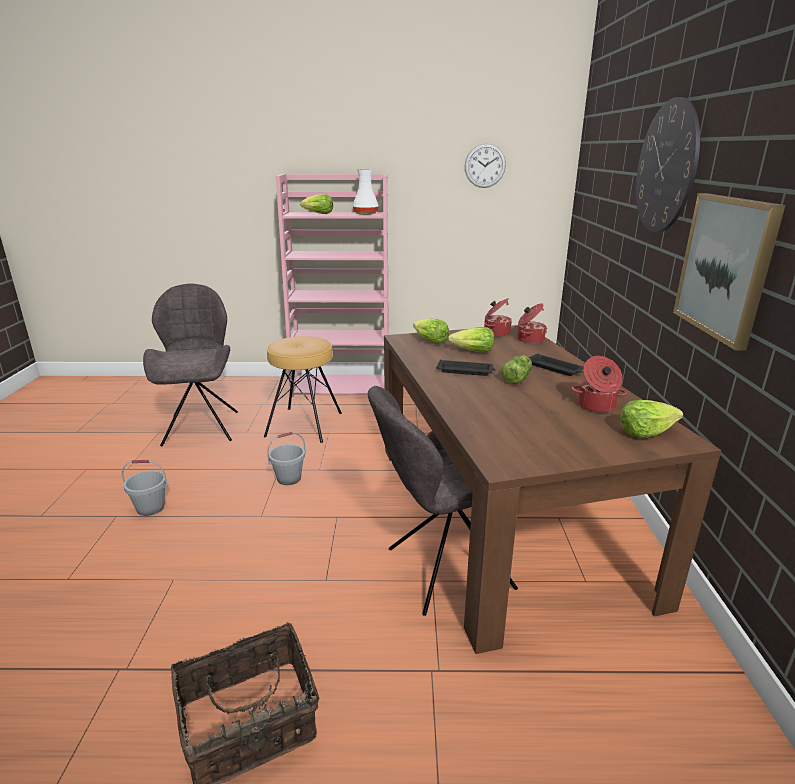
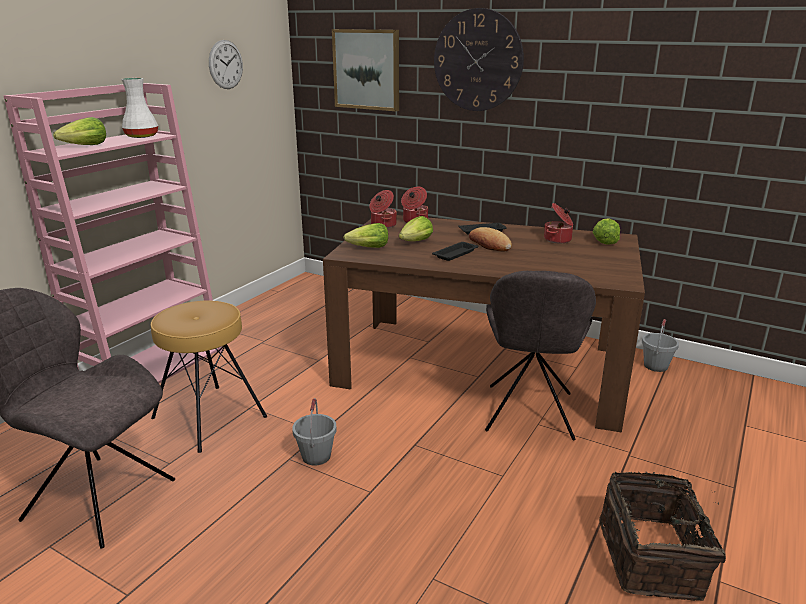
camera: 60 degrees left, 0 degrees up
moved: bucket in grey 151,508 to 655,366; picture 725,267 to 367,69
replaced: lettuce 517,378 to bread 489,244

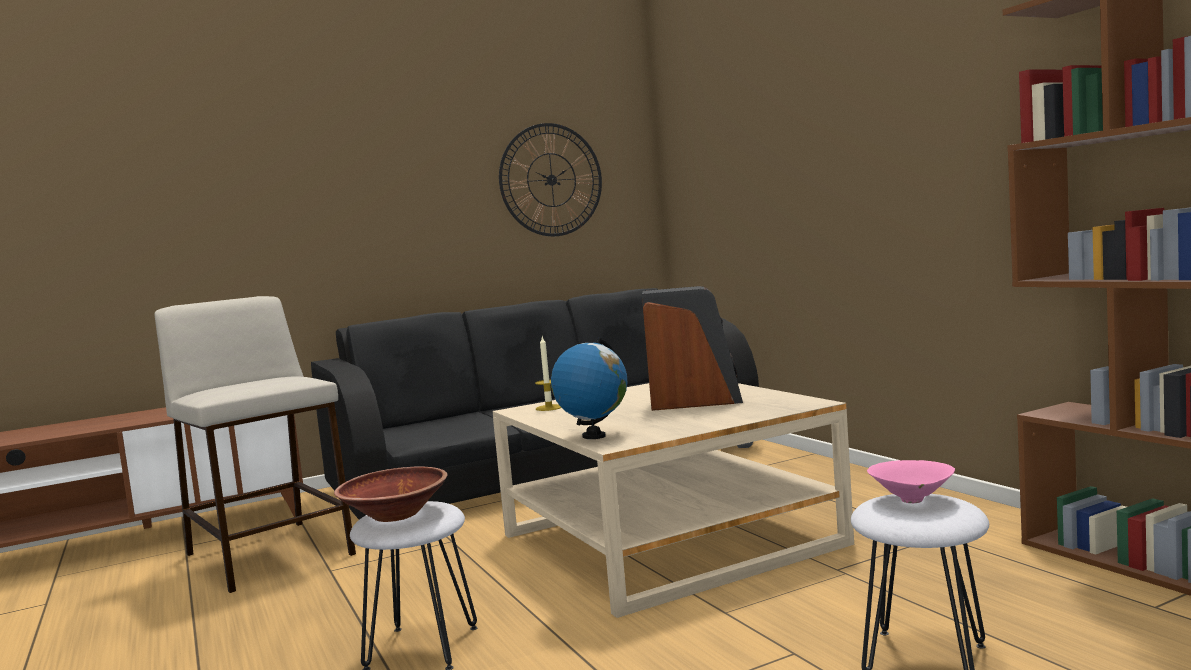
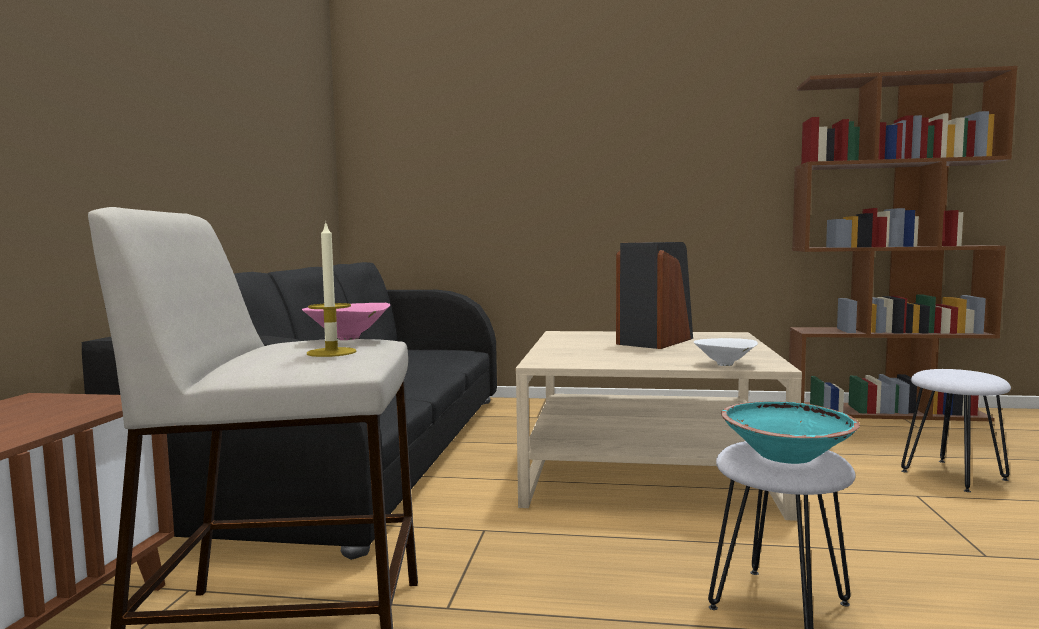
camera: 55 degrees left, 0 degrees up
removed: wall clock 551,180
moved: candle 549,408 to 331,352; bowl in pink 912,501 to 349,339
replaced: globe 593,436 to bowl in white 725,365
recoloured: bowl in brown 396,515 to bowl in turquoise 786,455

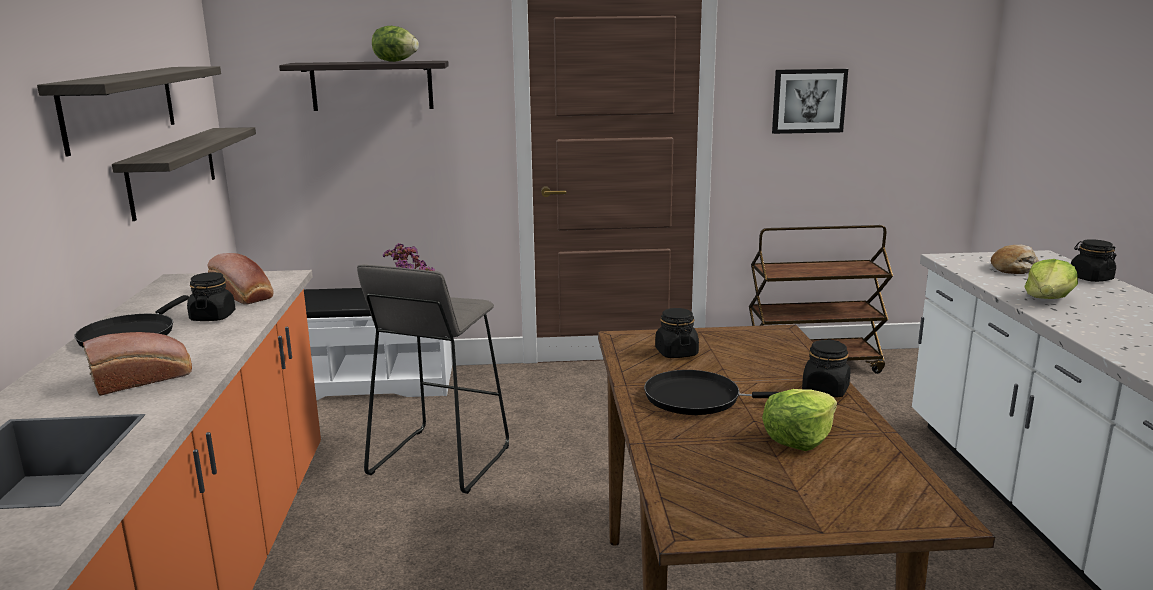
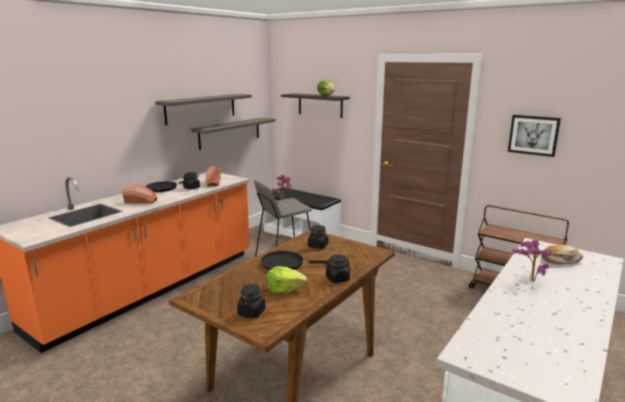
camera: 40 degrees right, 0 degrees up
moved: jar in black 1090,278 to 251,312
replaced: lettuce 1048,299 to potted plant 529,279
turned: frying pan in black 699,399 = 286,264 45 degrees counterclockwise

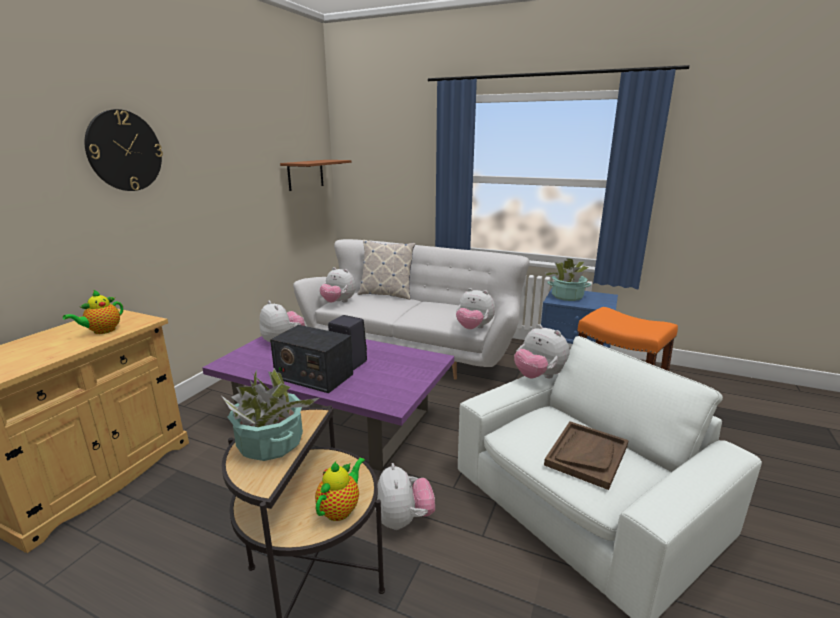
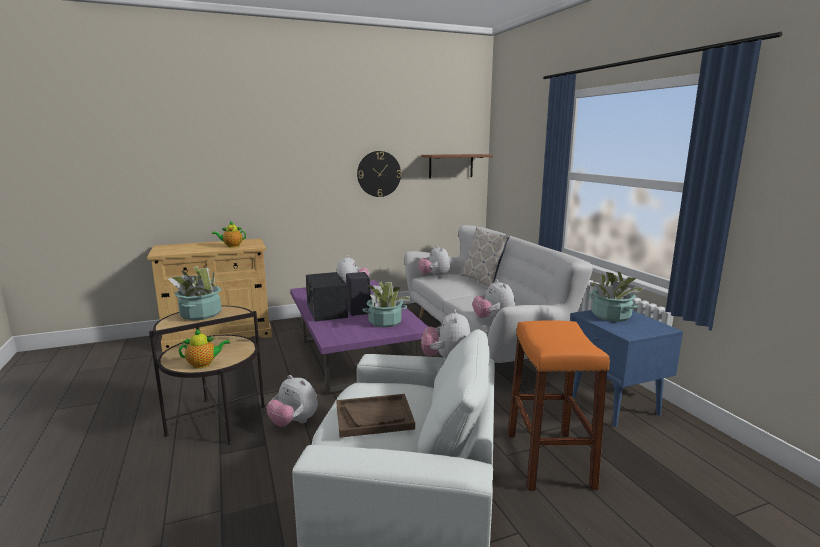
camera: 45 degrees right, 5 degrees down
added: potted plant 385,322
moved: wall clock 124,151 to 379,174
turned: plush toy 404,520 = 294,422 90 degrees clockwise

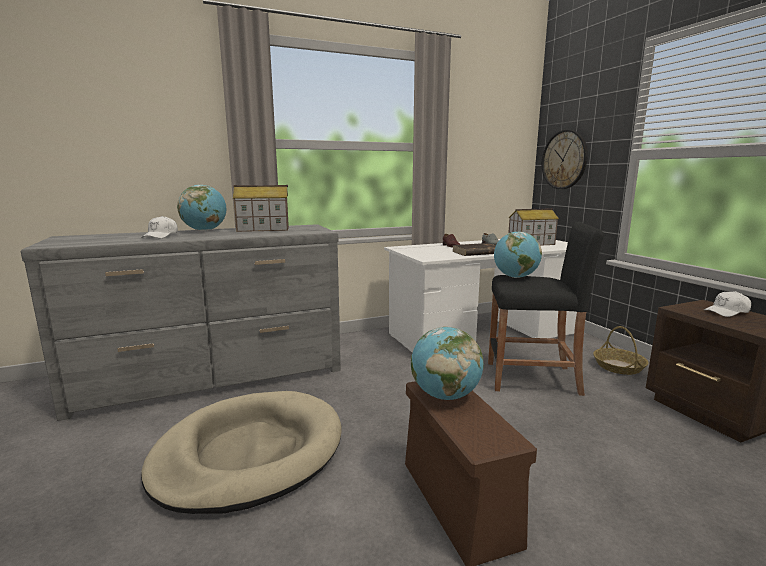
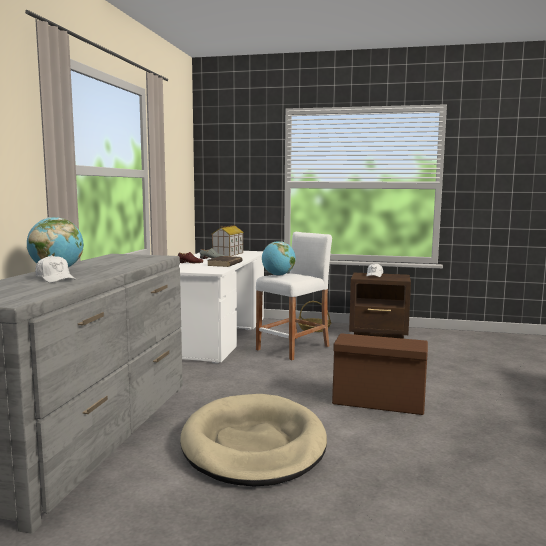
camera: 55 degrees left, 5 degrees down
removed: toy house 263,229; globe 445,396; wall clock 564,160
recoloured: stool in black 532,378 to stool in white 293,348

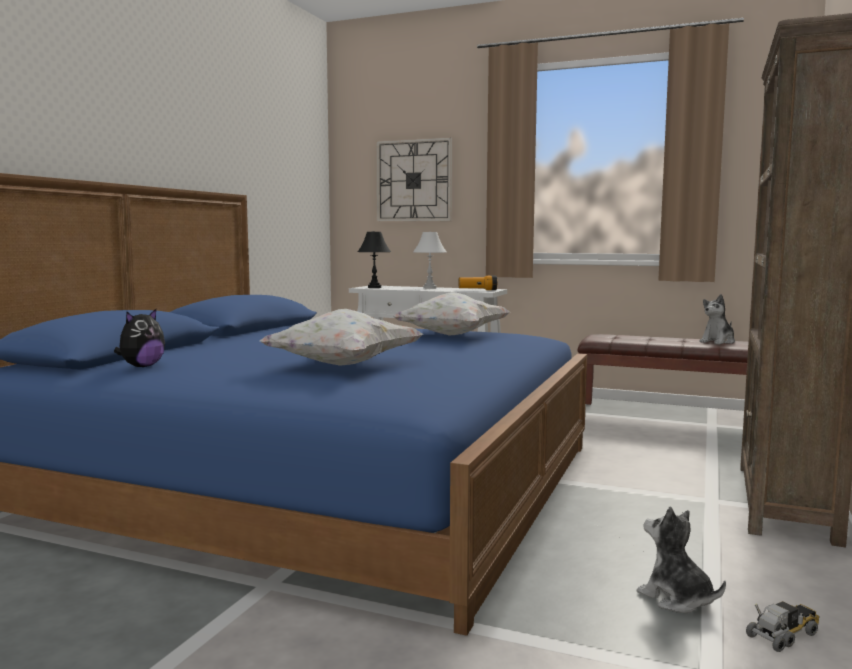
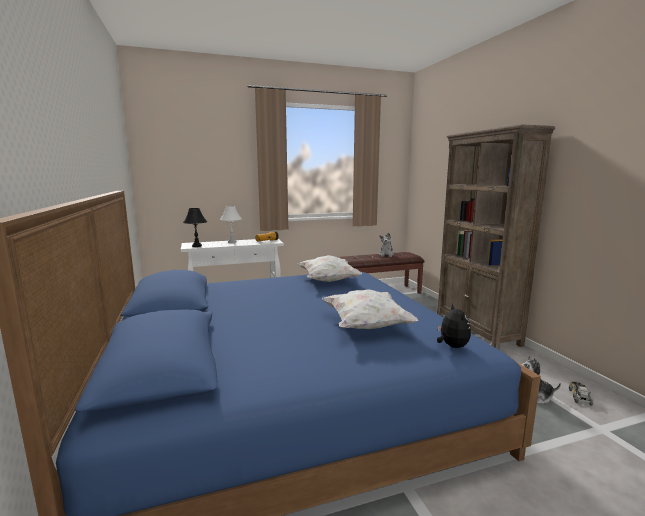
camera: 40 degrees left, 5 degrees up
removed: wall clock 414,180
moved: plush toy 142,366 to 452,346

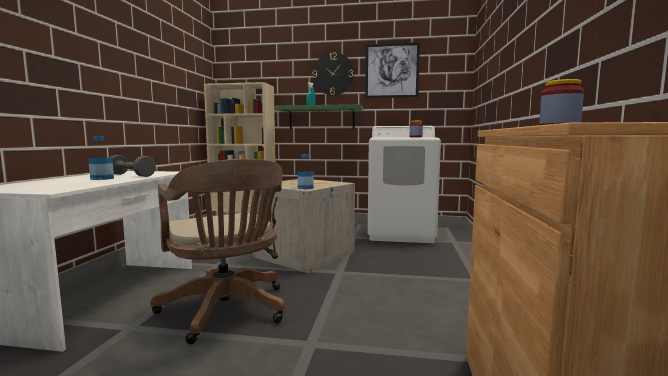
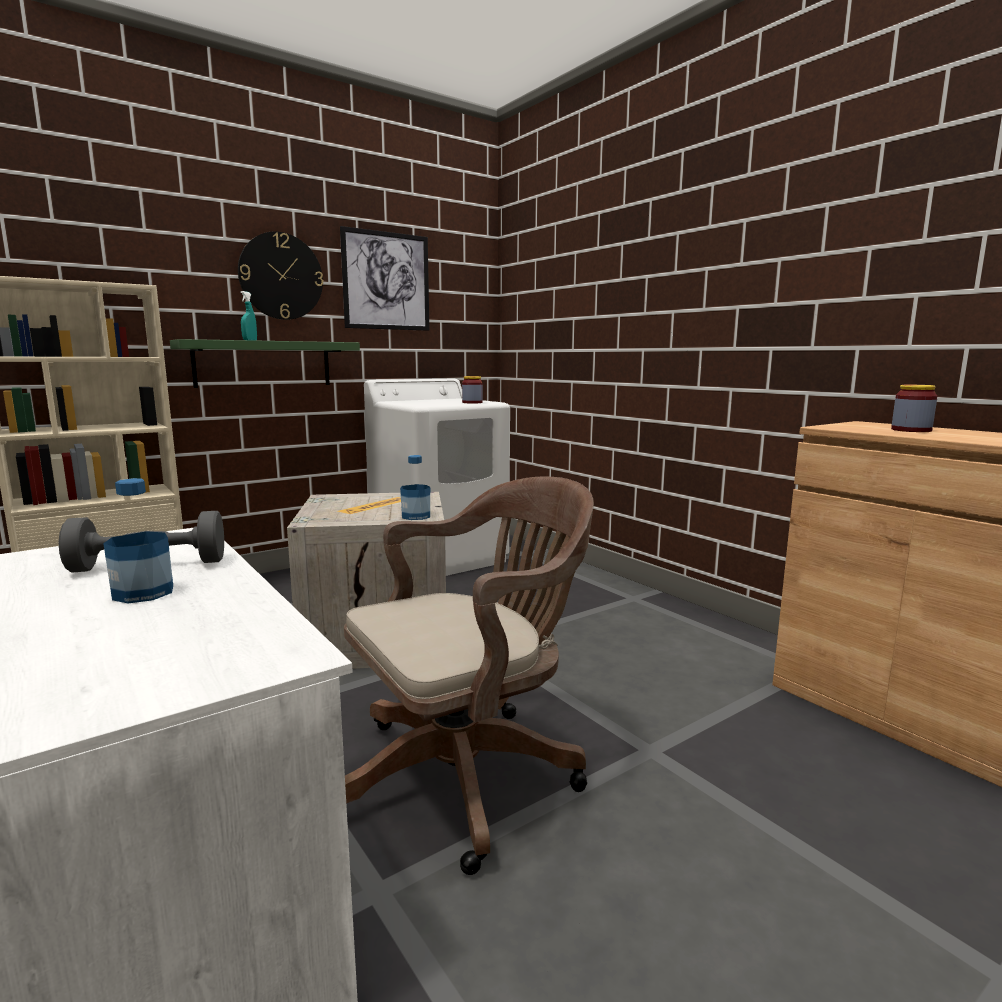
camera: 45 degrees left, 5 degrees up
turned: office chair in brown 227,311 = 469,773 45 degrees counterclockwise

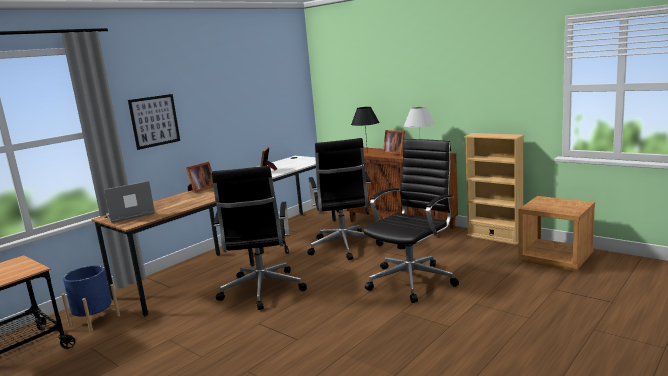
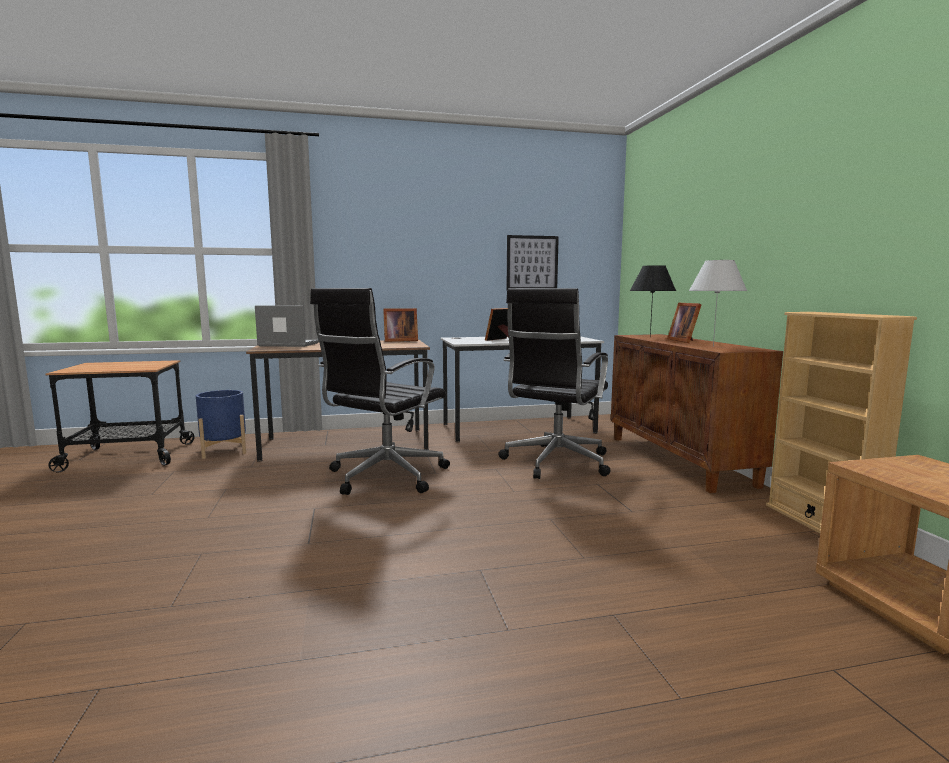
camera: 35 degrees right, 5 degrees down
removed: office chair in black 413,280
moved: picture 154,121 to 532,263

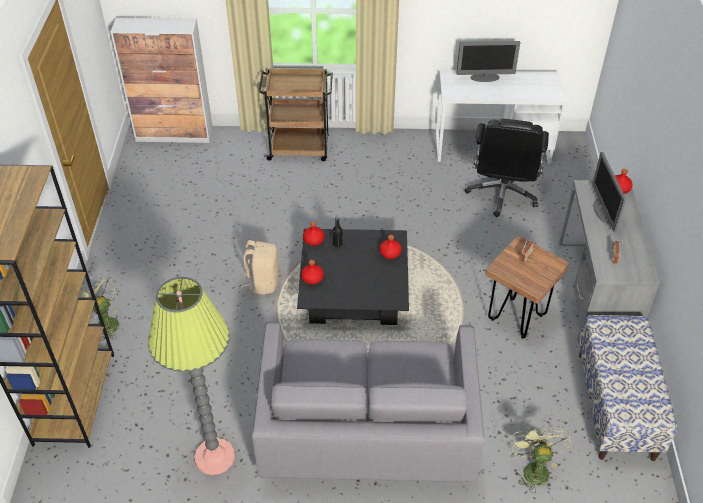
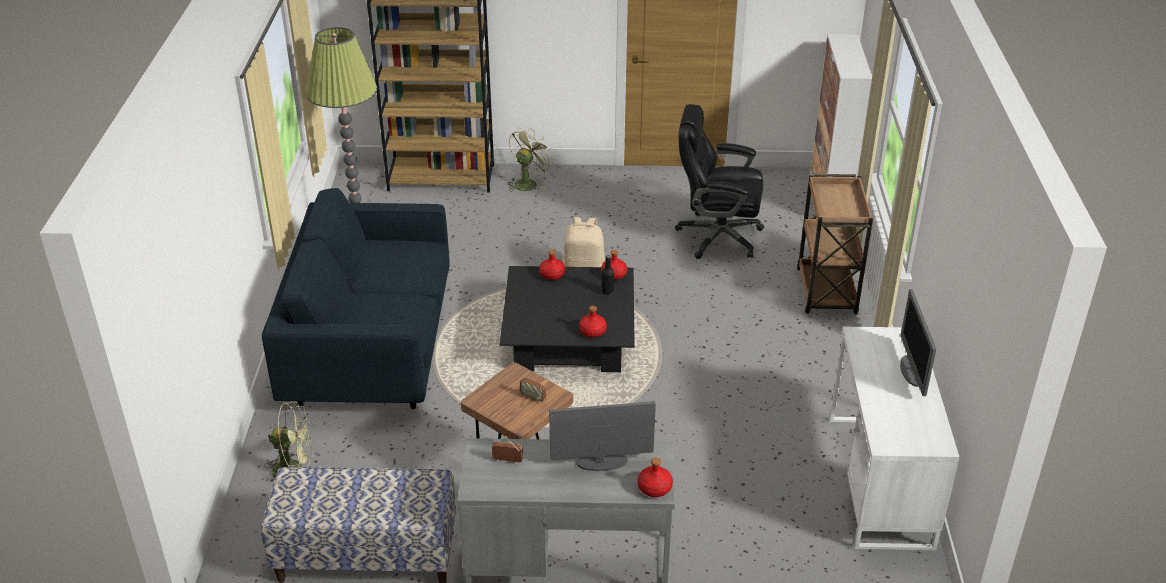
camera: 90 degrees right, 10 degrees down
moved: office chair in black 502,194 to 717,237
recoloured: sofa in grey 367,430 to sofa in blue 371,347

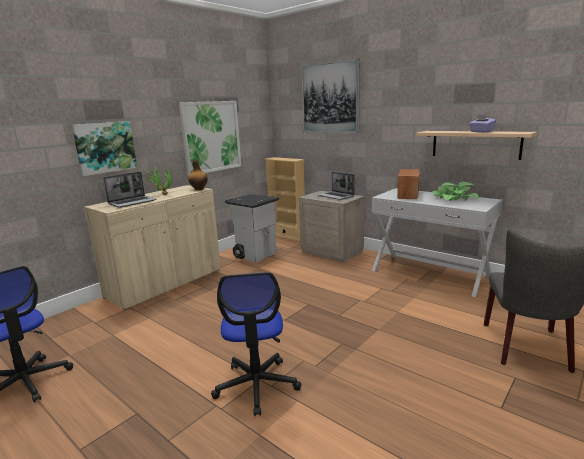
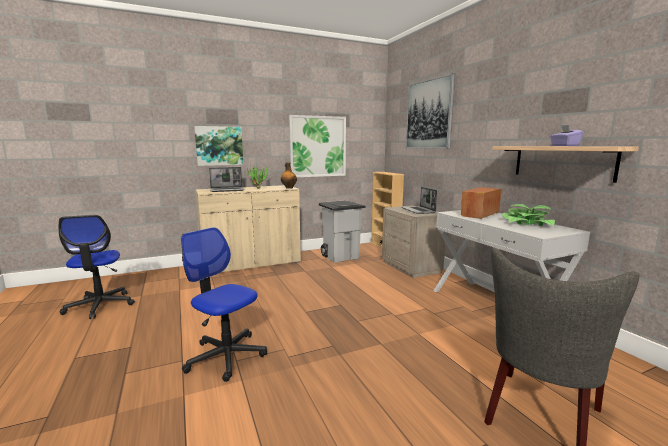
camera: 25 degrees right, 5 degrees down
turned: office chair 257,385 = 226,356 105 degrees clockwise

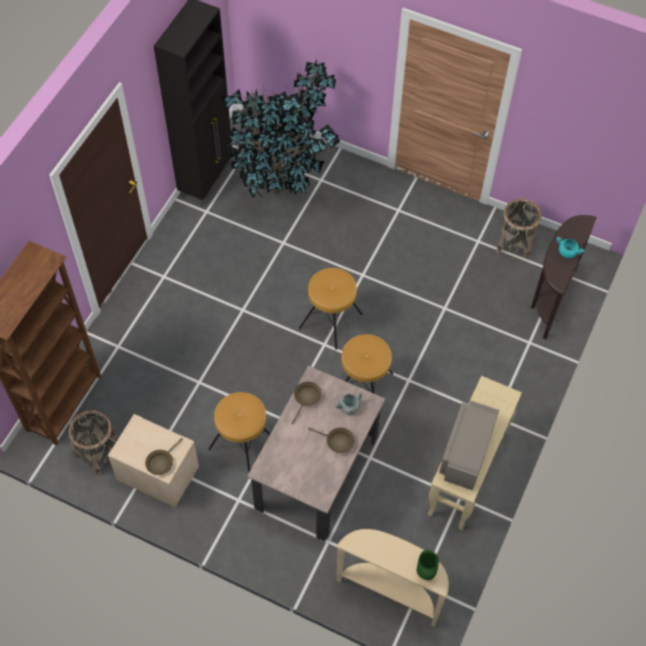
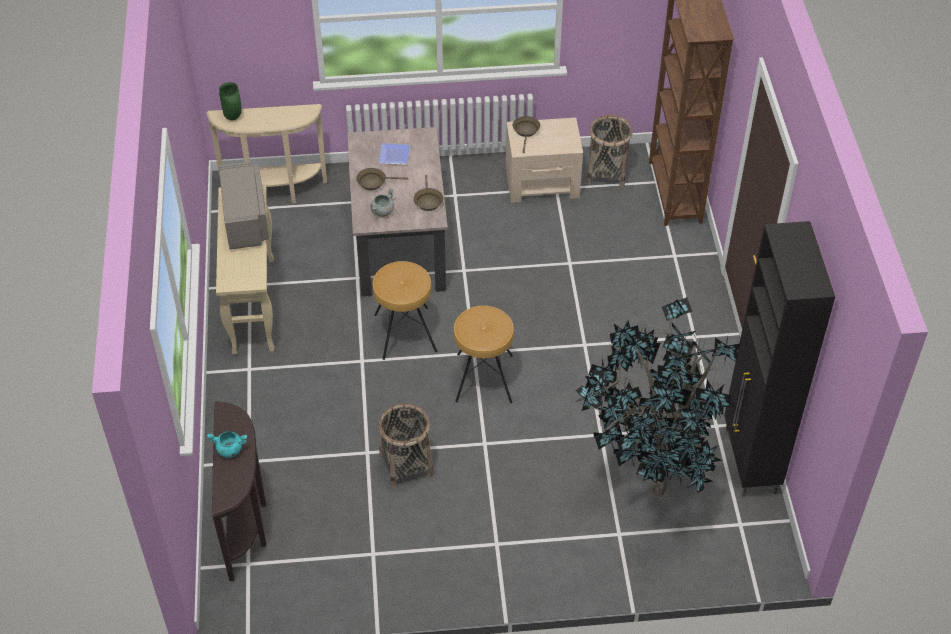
camera: 150 degrees right, 10 degrees down
removed: stool in brown 243,444
added: plate 393,156
moved: basket 514,243 to 406,464

